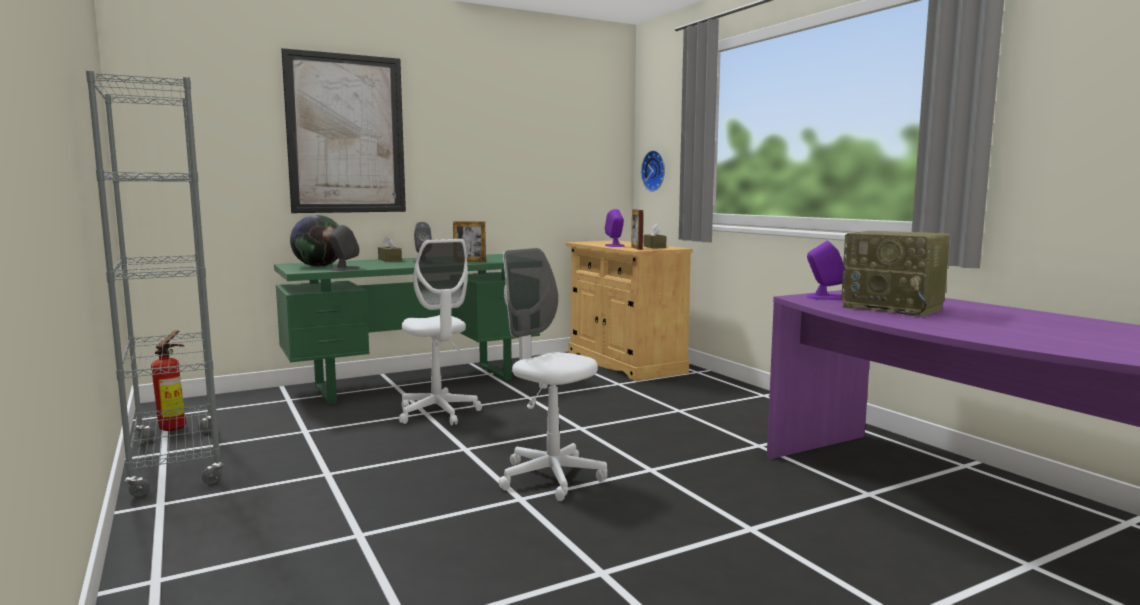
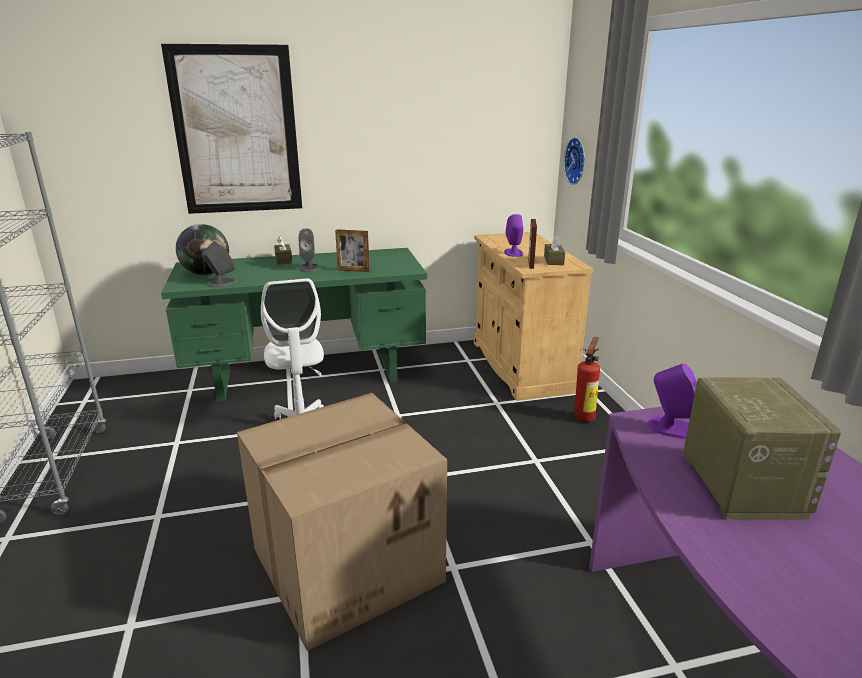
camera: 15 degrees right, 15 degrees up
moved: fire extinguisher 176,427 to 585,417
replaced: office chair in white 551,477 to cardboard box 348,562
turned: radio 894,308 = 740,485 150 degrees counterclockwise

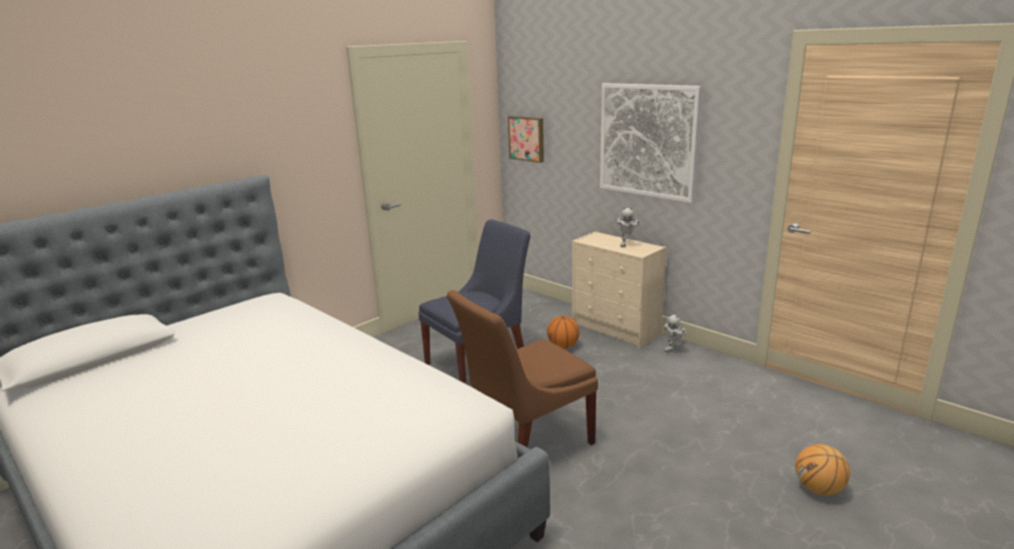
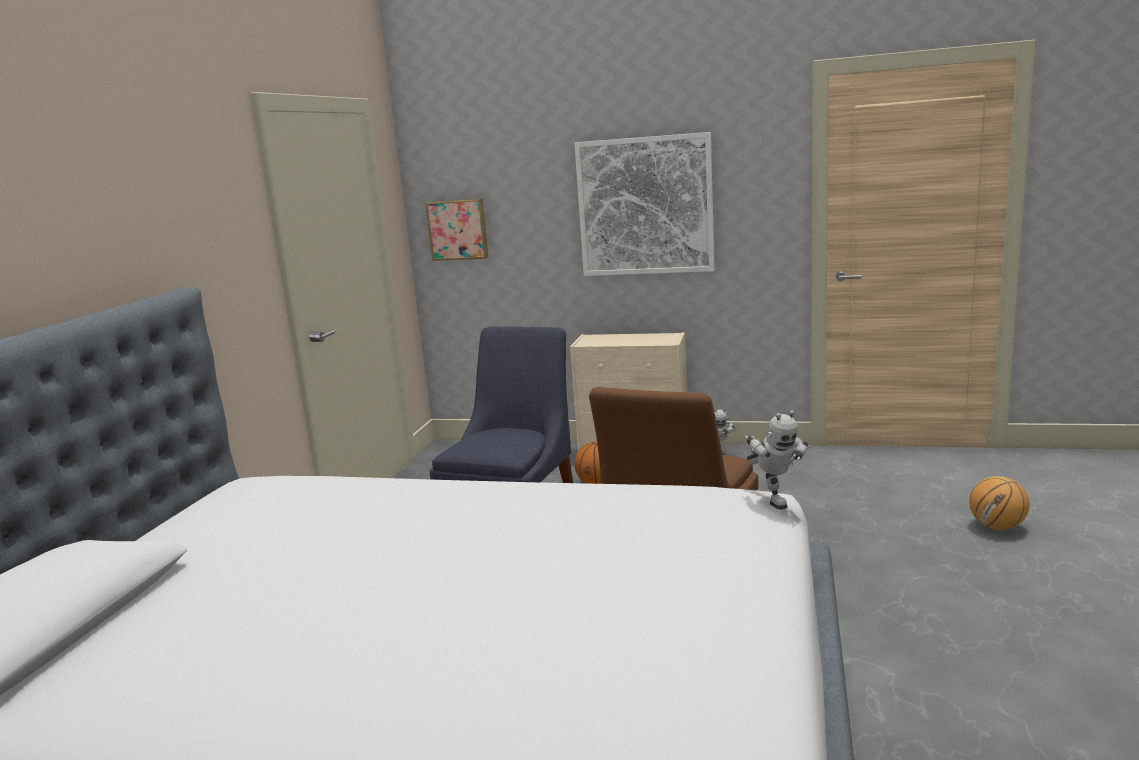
camera: 30 degrees left, 5 degrees down
moved: toy robot 626,244 to 774,499

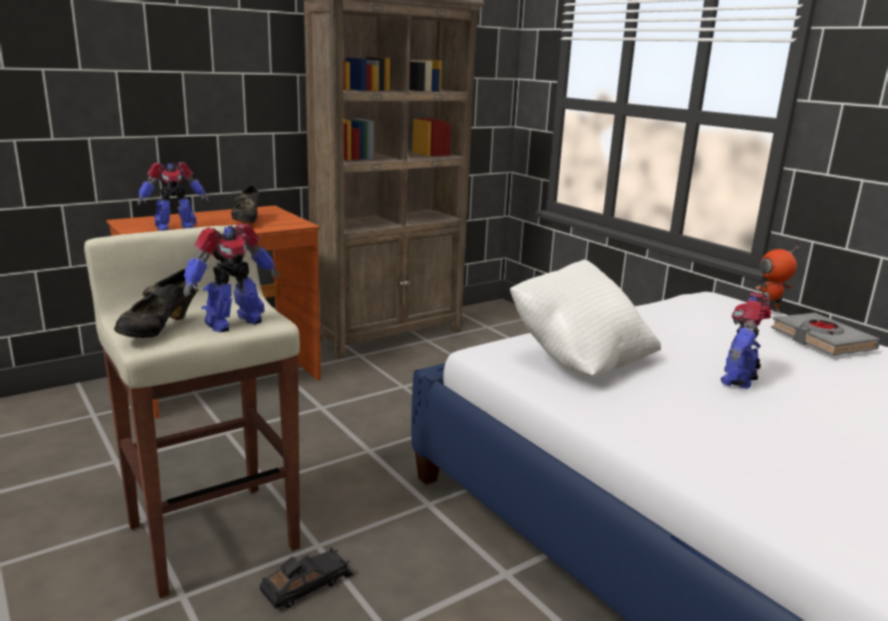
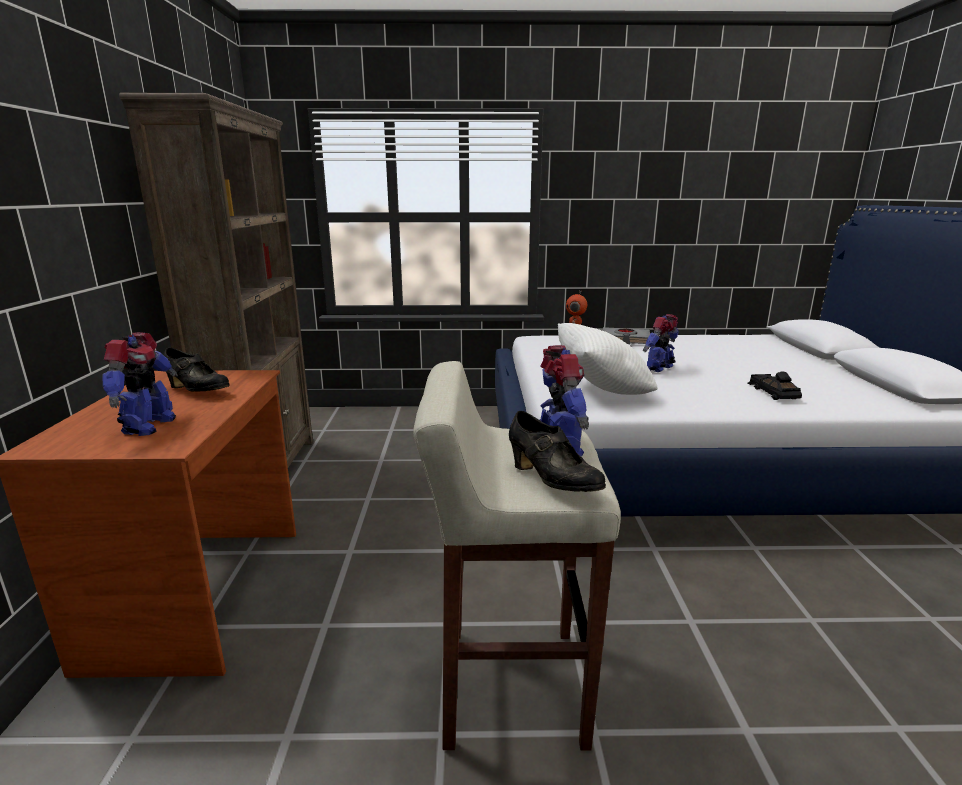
camera: 55 degrees left, 0 degrees up
moved: toy car in black 308,585 to 772,392
turned: toy robot 739,379 = 660,368 75 degrees clockwise

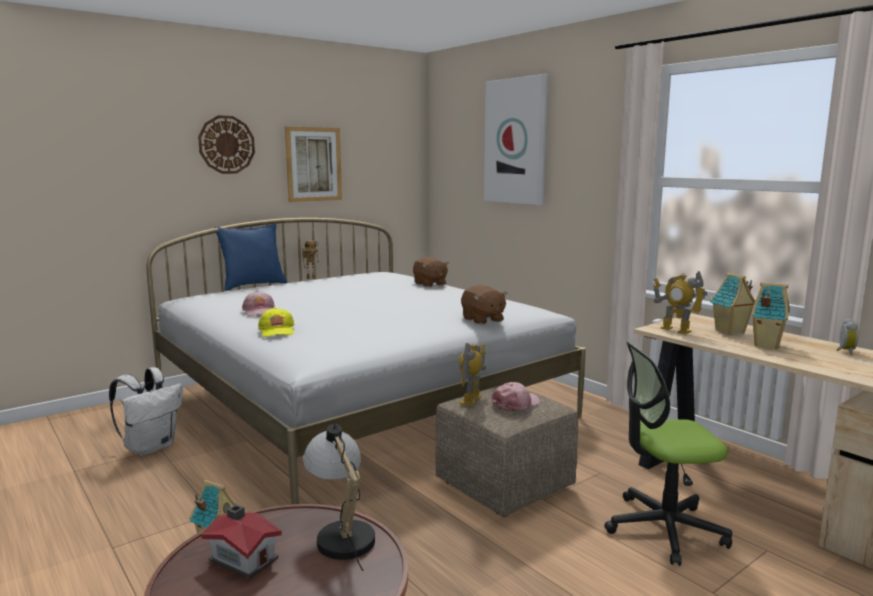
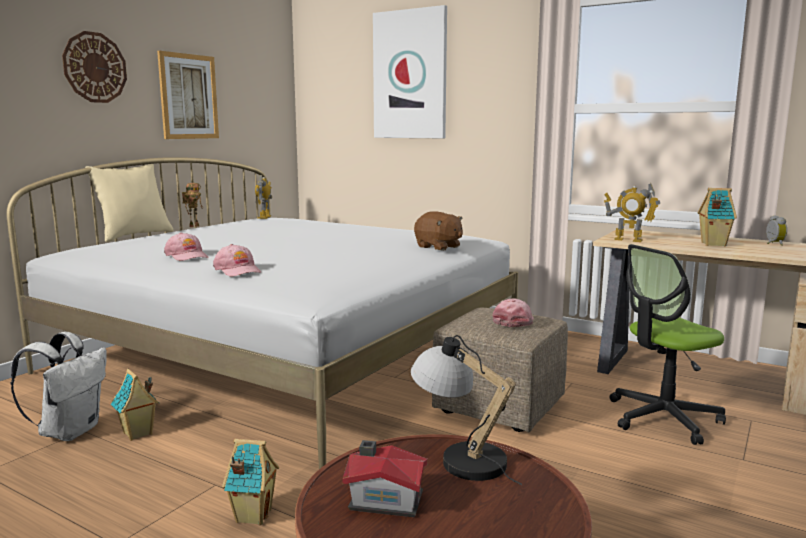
camera: 20 degrees left, 0 degrees up
removed: plush toy in brown 430,284
moved: toy robot 471,400 to 265,217; toy house 730,332 to 137,434
recoloured: pillow in blue 253,285 to pillow in beige 134,236; cap in yellow 277,331 to cap in pink 238,270

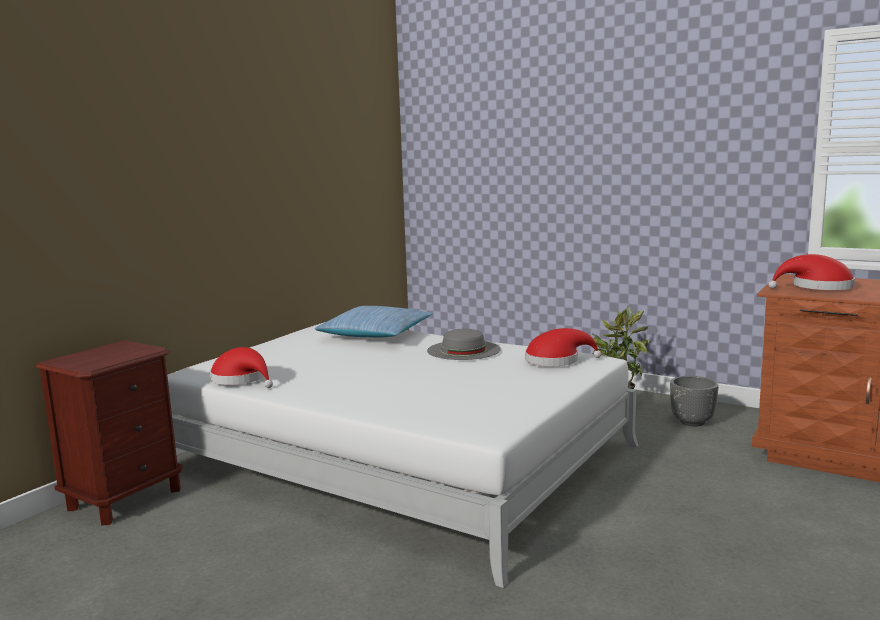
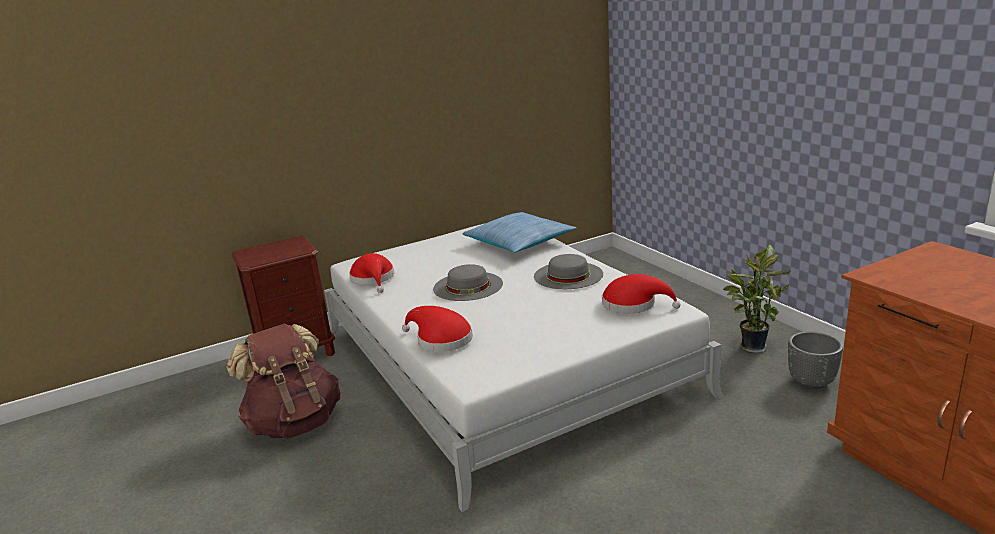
camera: 30 degrees right, 10 degrees up
added: backpack in brown 294,423; hat in grey 468,286
moved: hat in red 817,287 to 440,339

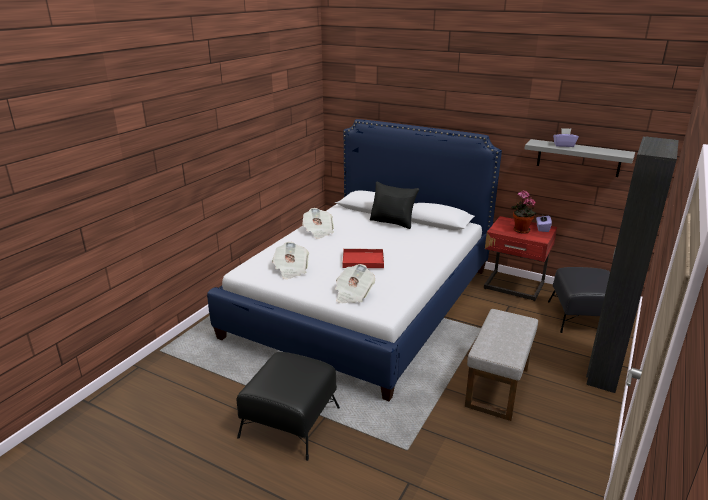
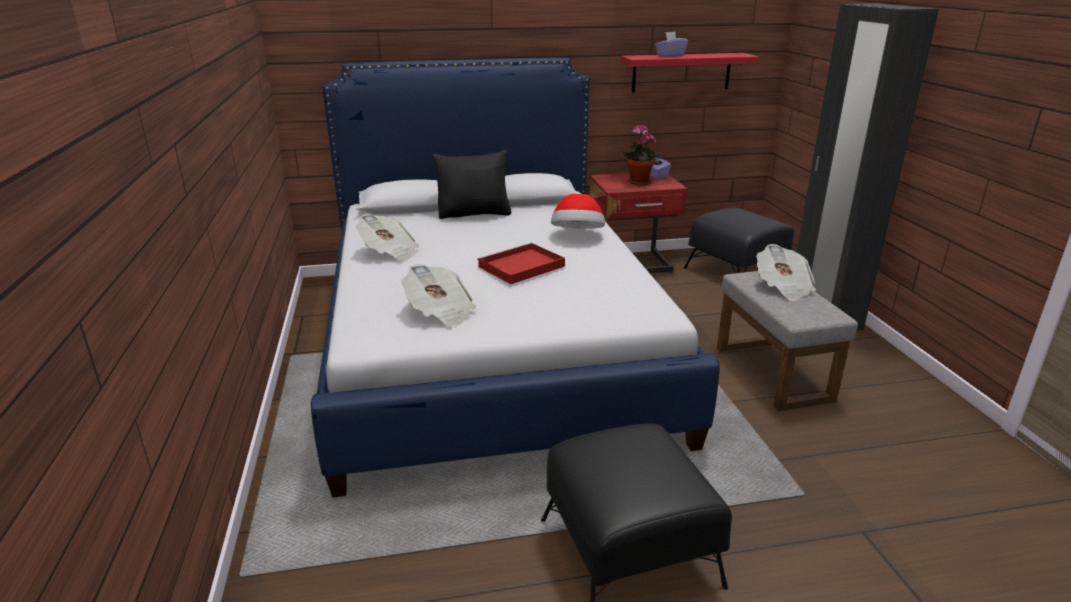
camera: 40 degrees left, 0 degrees up
added: hat 577,235
moved: newspaper 353,294 to 783,287
recoloured: shelf in grey 578,158 to shelf in red 681,72

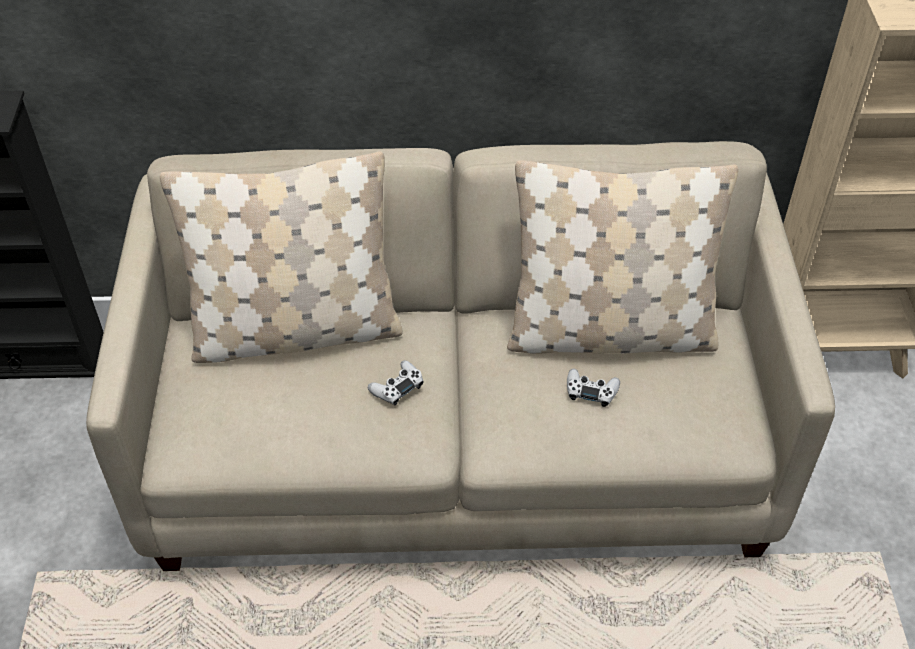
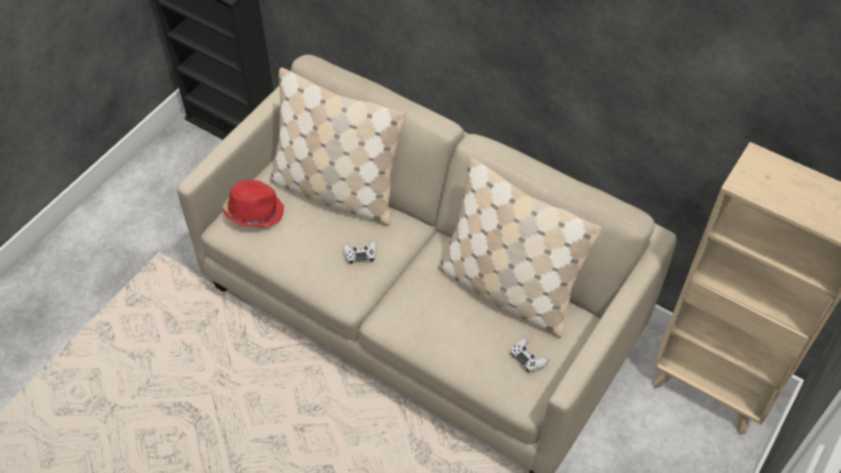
camera: 35 degrees right, 5 degrees up
added: hat in red 254,211
moved: game controller in white 591,391 to 528,358

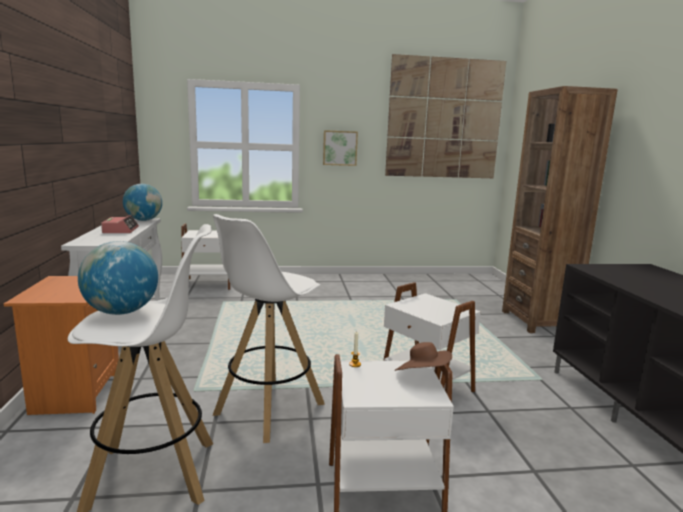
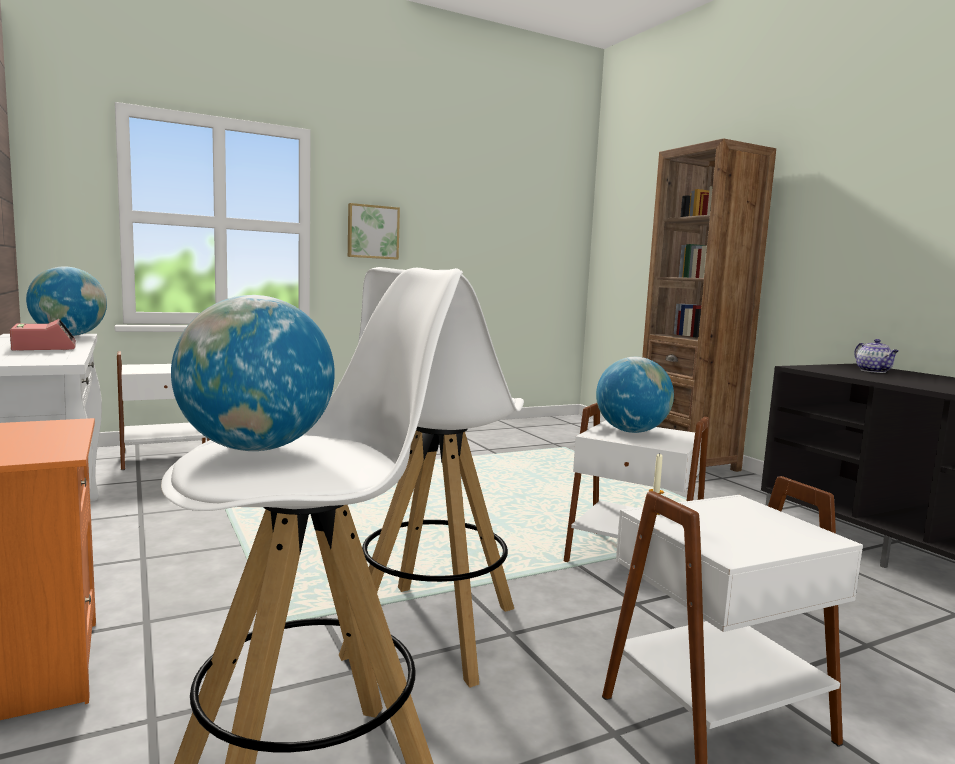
camera: 20 degrees left, 5 degrees down
removed: picture 444,119; hat in brown 422,375
added: globe 631,431; teapot 874,371

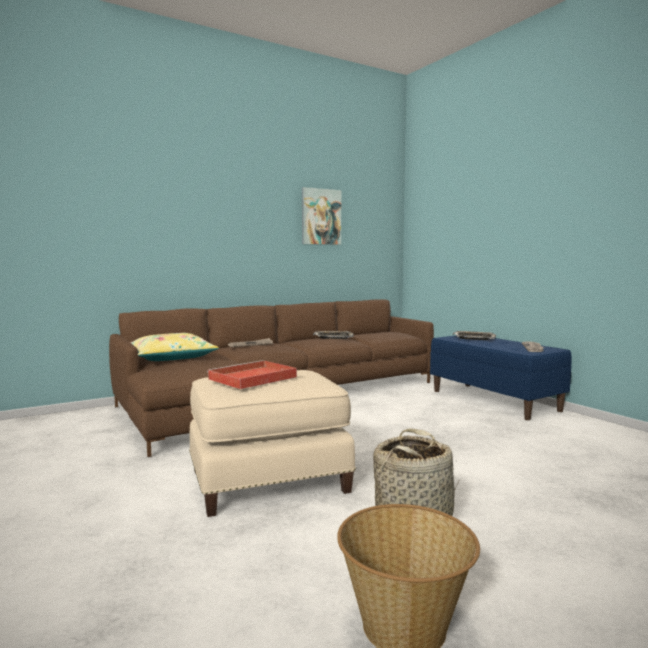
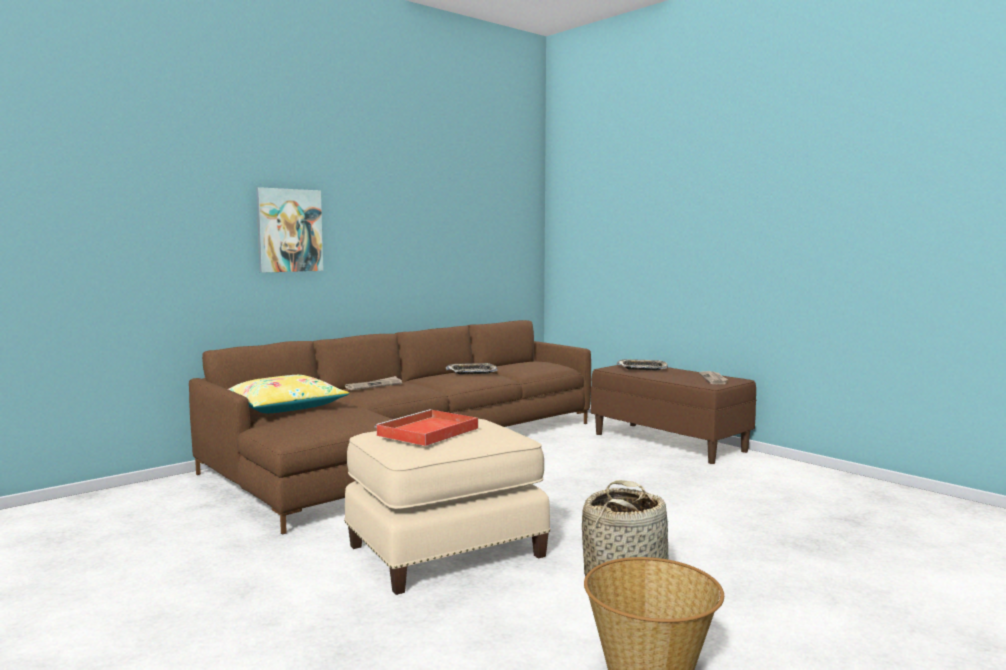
camera: 10 degrees left, 0 degrees up
moved: picture 320,217 to 289,230
recoloured: bench in blue 494,400 to bench in brown 669,442

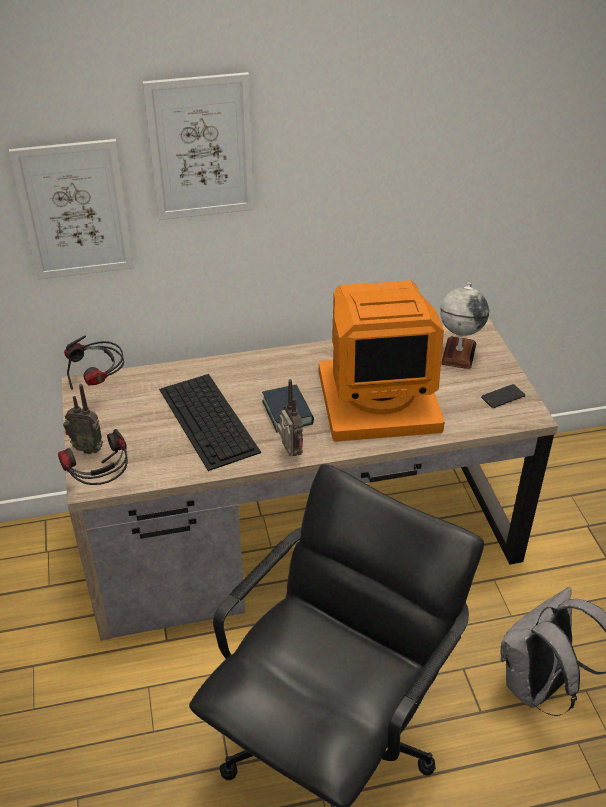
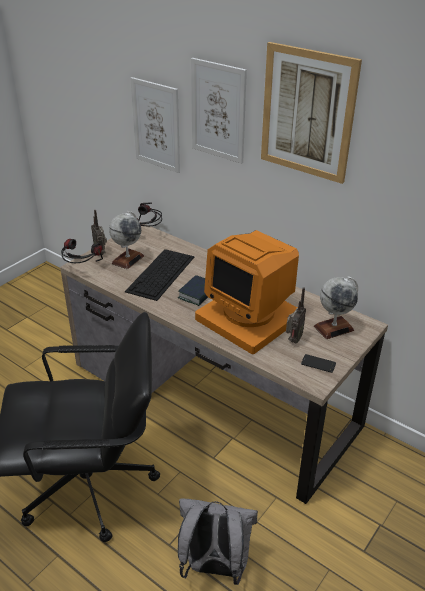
camera: 50 degrees right, 5 degrees down
added: globe 128,259; picture 307,113
moved: radio 290,453 to 293,340

